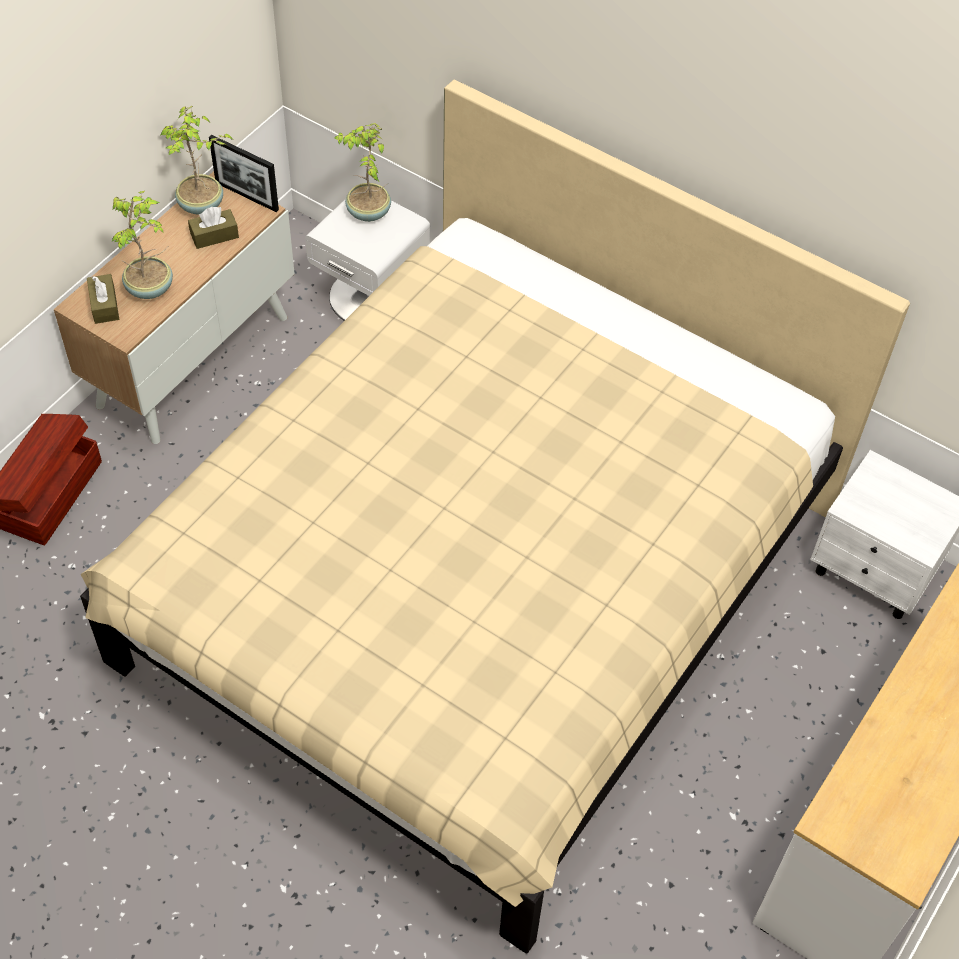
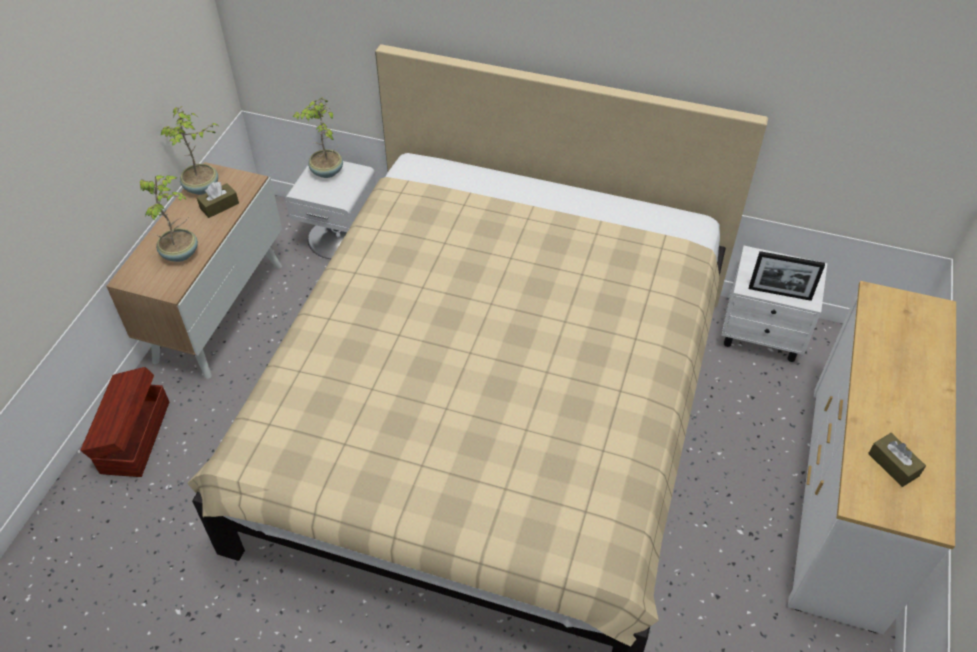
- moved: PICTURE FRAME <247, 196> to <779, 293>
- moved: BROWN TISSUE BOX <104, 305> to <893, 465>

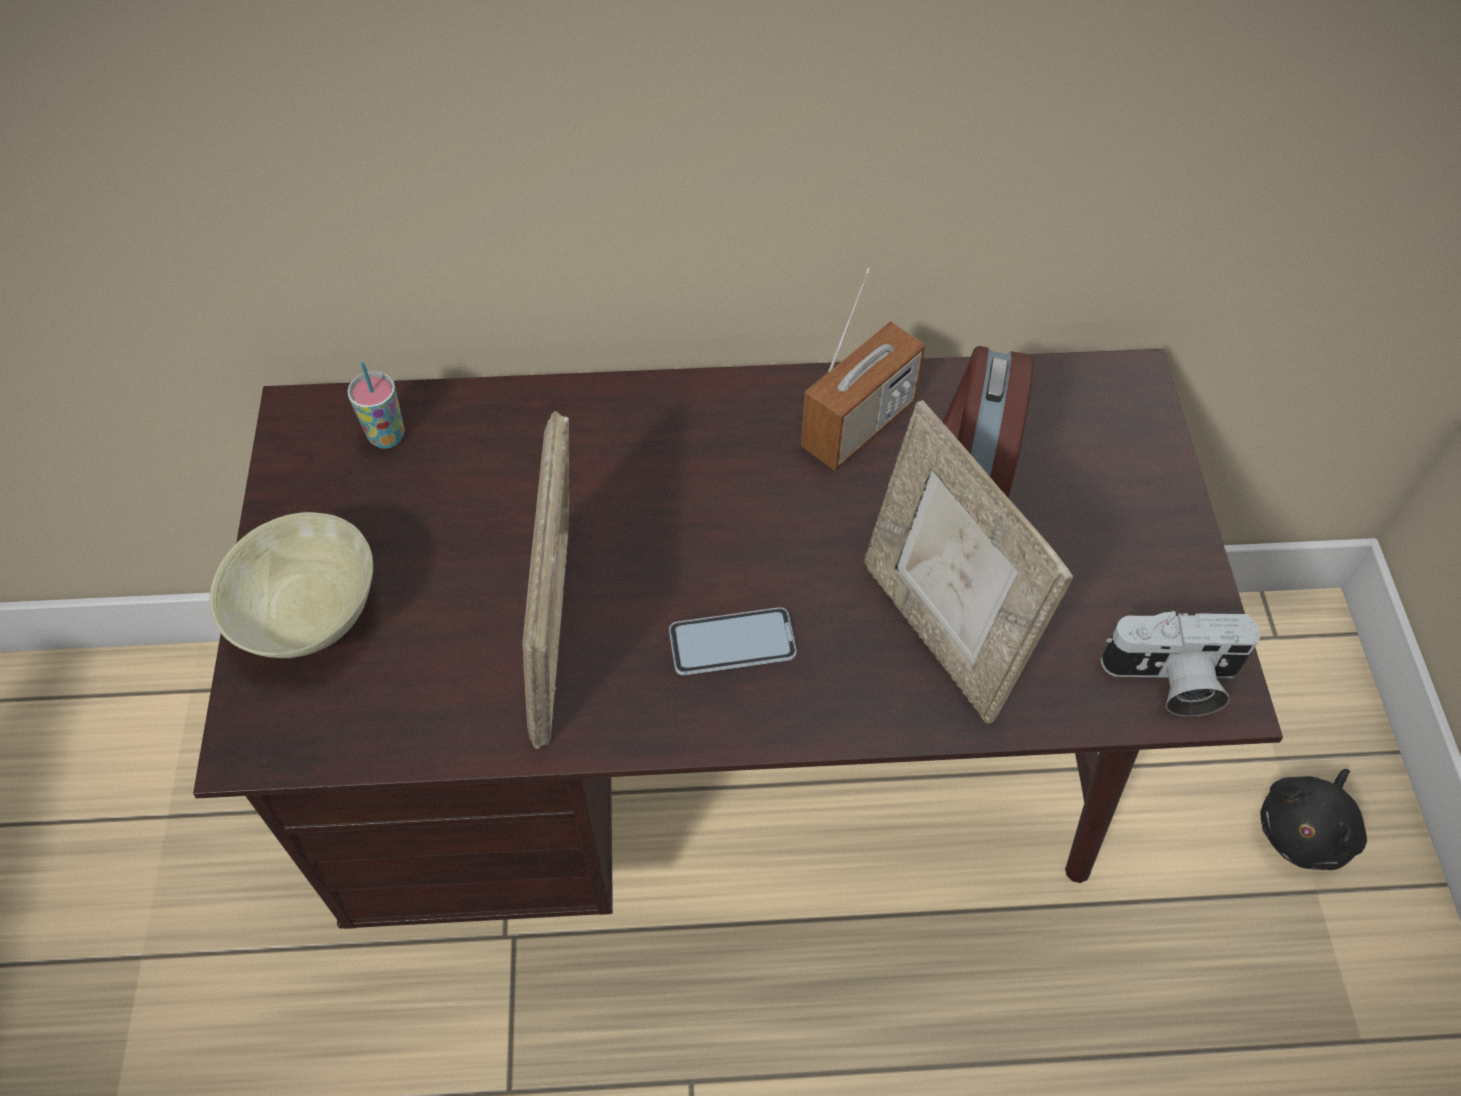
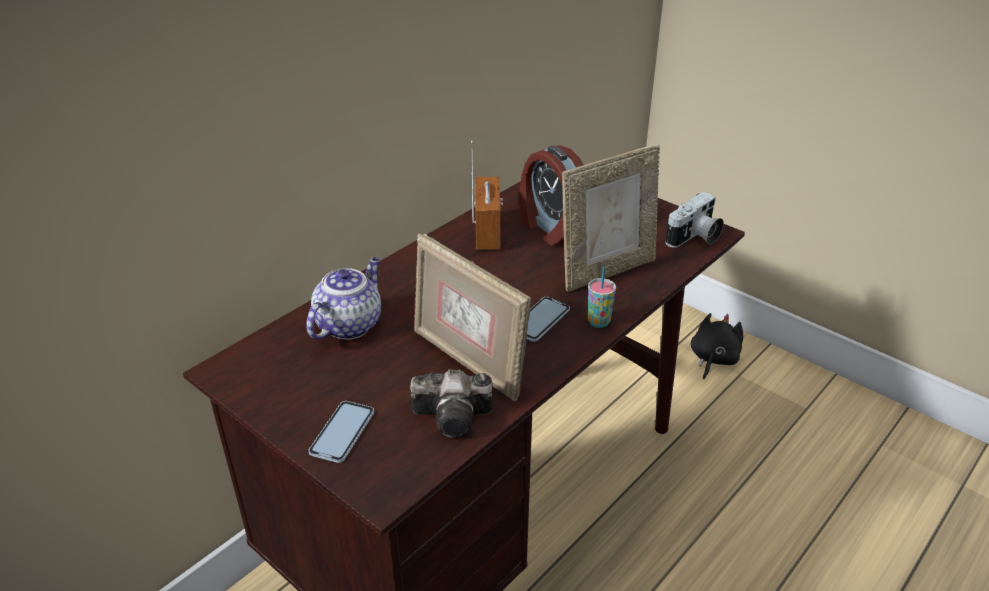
- added: TEAPOT <349, 324>
- replaced: BEIGE BOWL <309, 618> to PHONE <342, 432>
- added: PHOTO CAMERA <456, 417>
- turned: PICTURE FRAME <939, 633> = <607, 271> 45 degrees counterclockwise
- moved: CUP <387, 436> to <598, 322>
- turned: BLACK PLUSH TOY <1305, 830> = <713, 359> 150 degrees counterclockwise

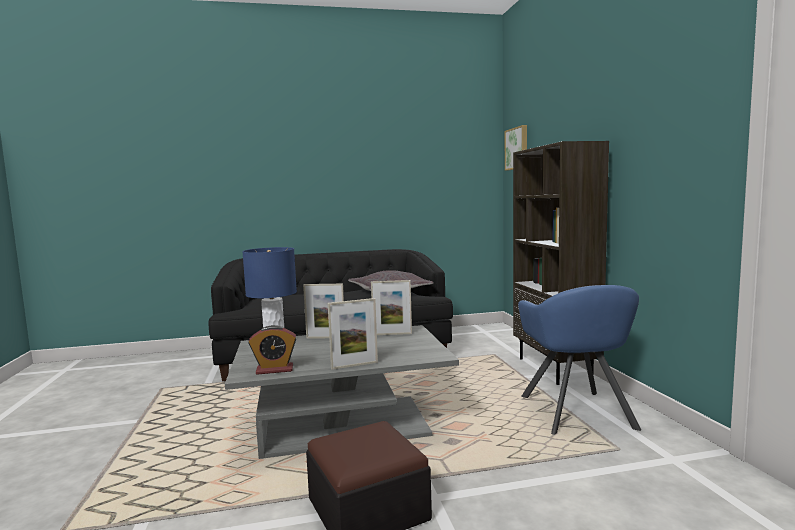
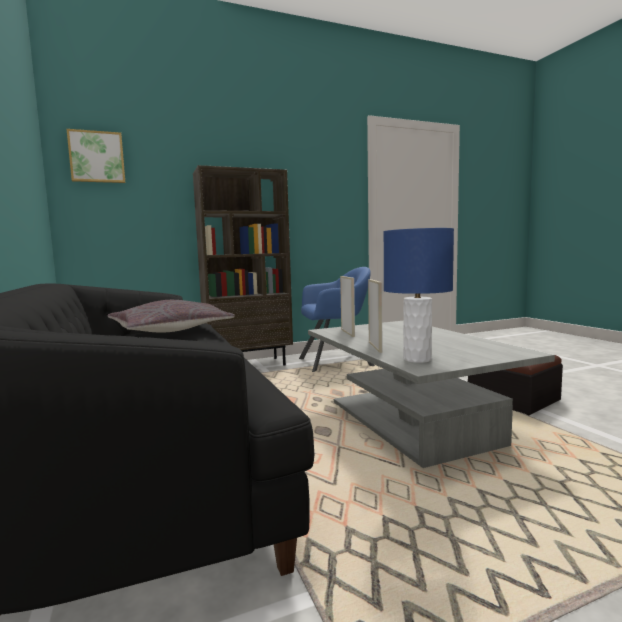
- removed: ALARM CLOCK <274, 370>
- removed: PICTURE FRAME <354, 365>

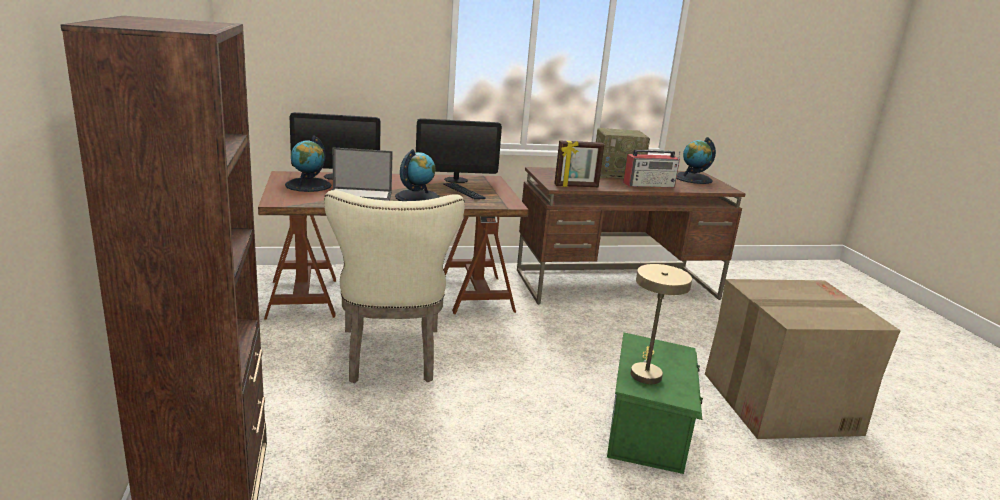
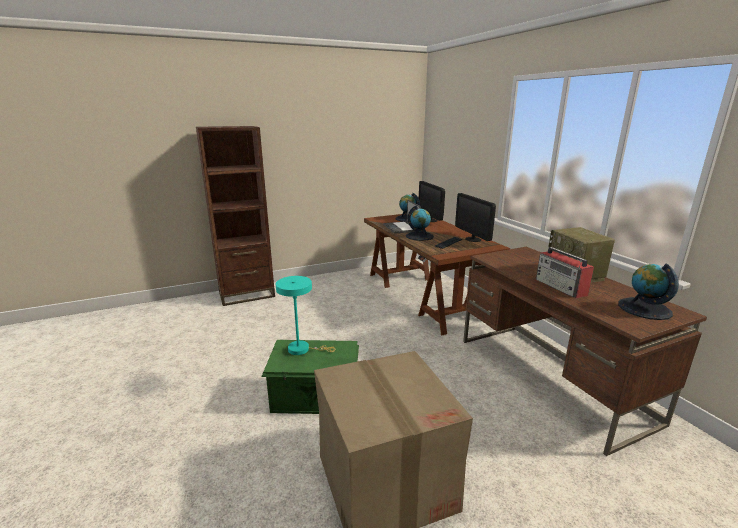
- recoloured: BEIGE TABLE LAMP <645, 372> to TURQUOISE TABLE LAMP <302, 349>
- removed: BEIGE CHAIR <391, 358>
- removed: PICTURE FRAME <576, 186>

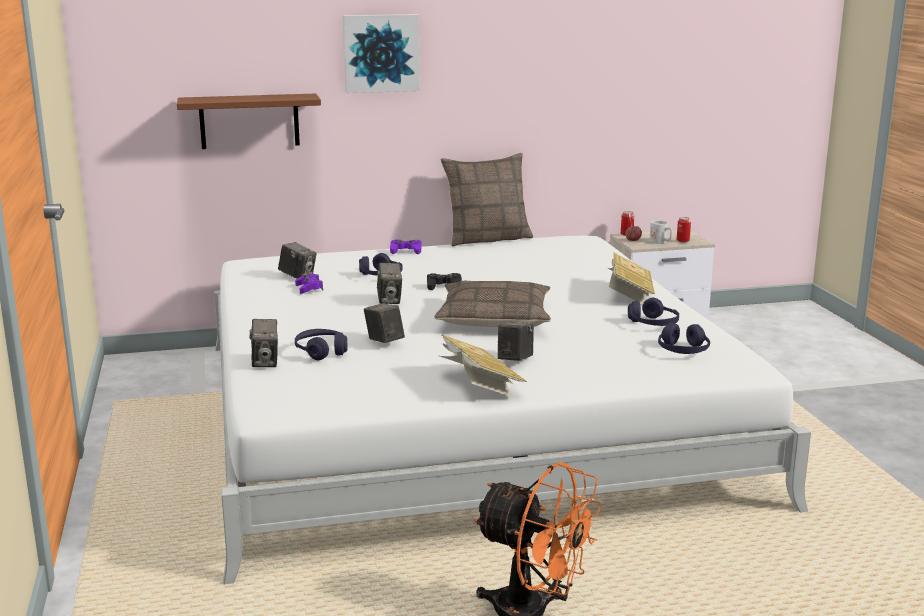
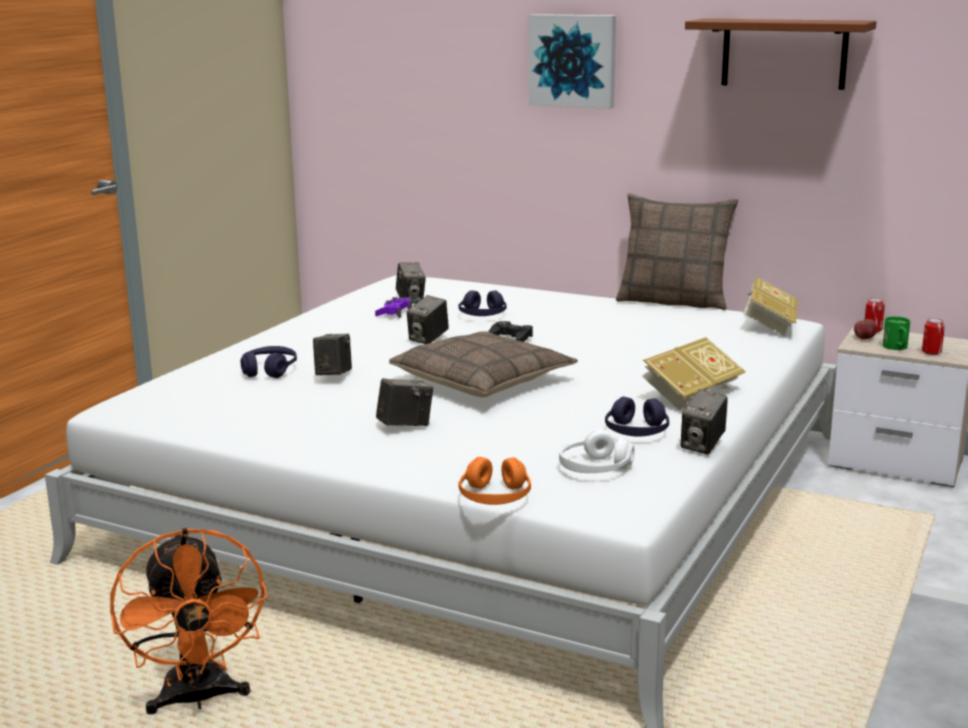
- added: ORANGE HEADPHONES <495, 497>
- recoloured: PURPLE HEADPHONES <683, 351> to WHITE HEADPHONES <595, 468>
- moved: PHOTO CAMERA <265, 362> to <702, 446>
- moved: BROWN SHELF <249, 121> to <784, 53>
- moved: BOOK <479, 385> to <769, 324>
- recoloured: WHITE MUG <661, 242> to GREEN MUG <897, 348>
- removed: PURPLE GAME CONTROLLER <406, 251>

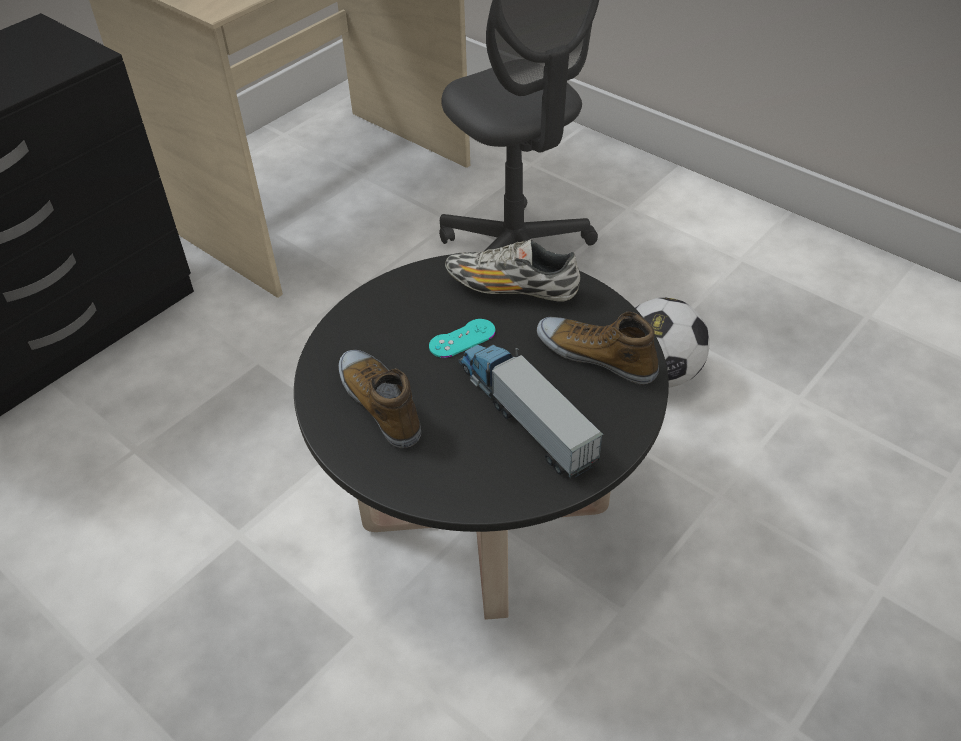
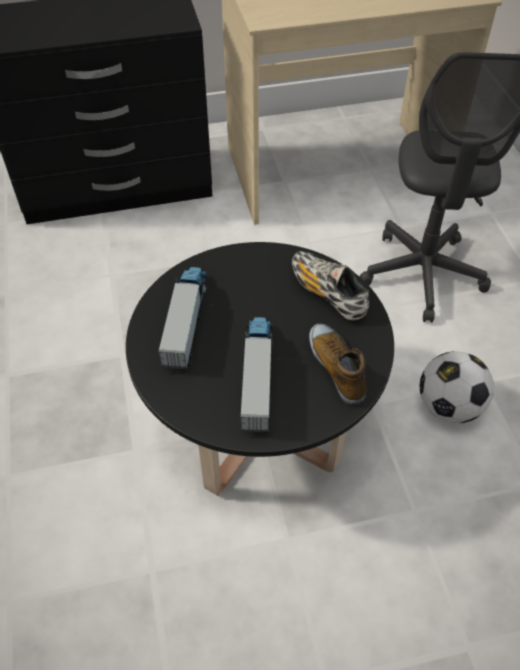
- replaced: SHOE <381, 403> to TOY TRUCK <186, 322>
- removed: TURQUOISE GAME CONTROLLER <462, 338>

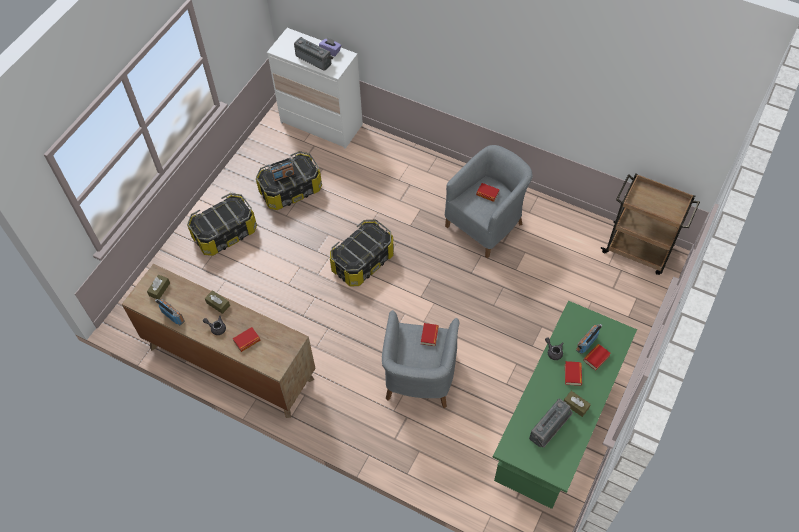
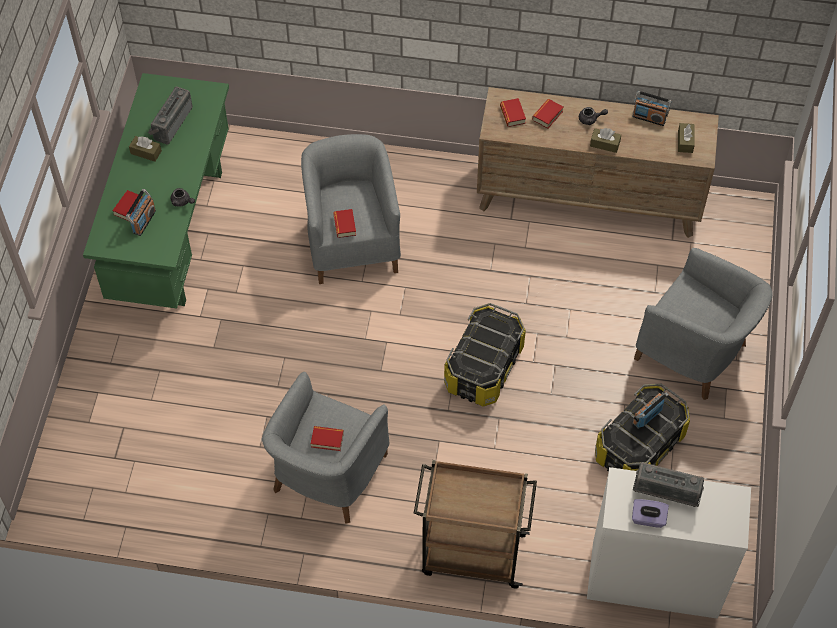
- moved: BROWN CART <639, 250> to <471, 554>
- moved: BOOK <572, 374> to <512, 114>
- replaced: STORAGE BOX <225, 233> to GREY ARMCHAIR <695, 354>

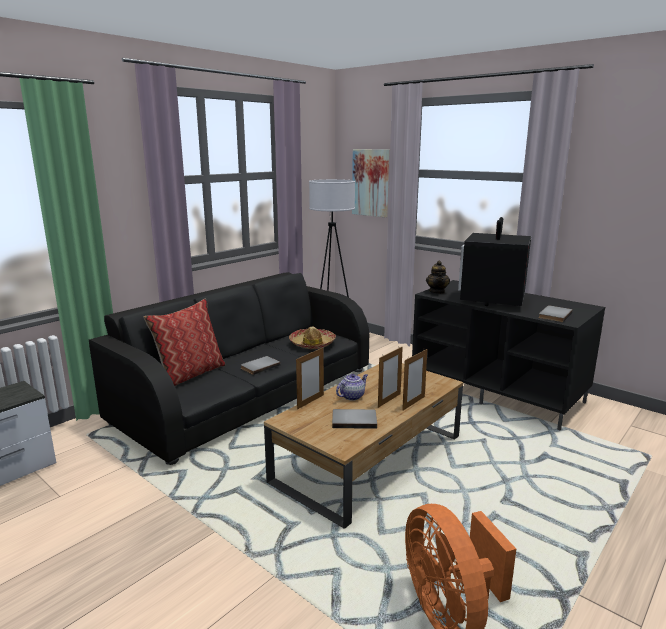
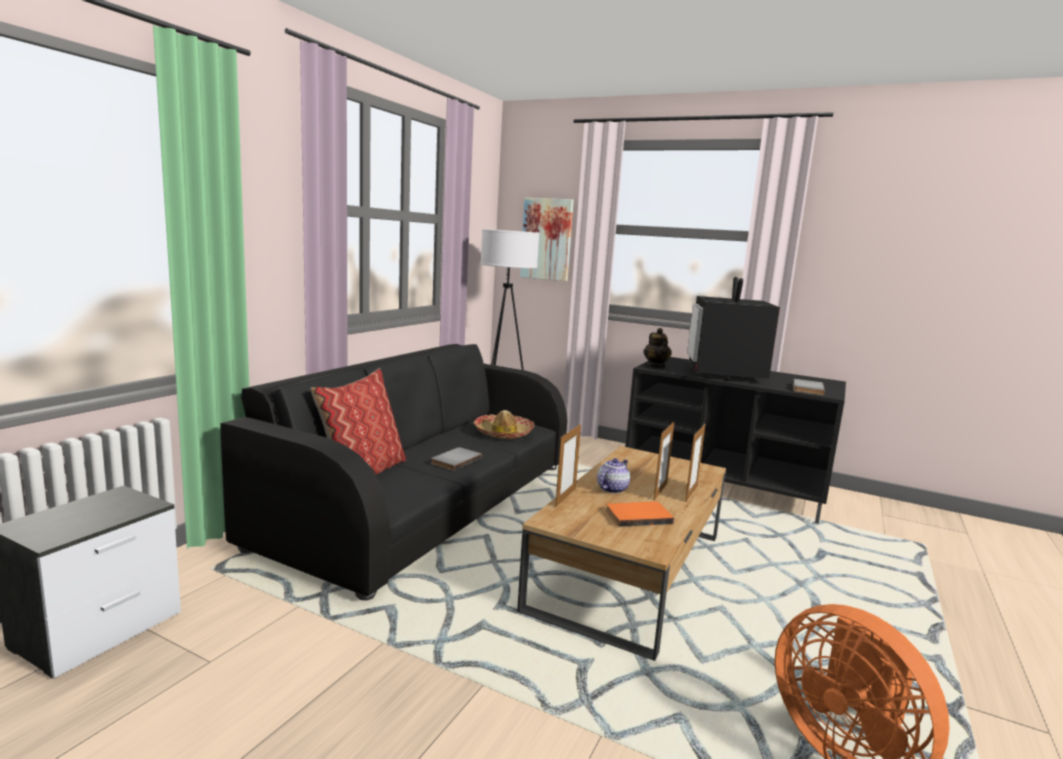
- recoloured: GREY BOOK <354, 420> to ORANGE BOOK <637, 516>

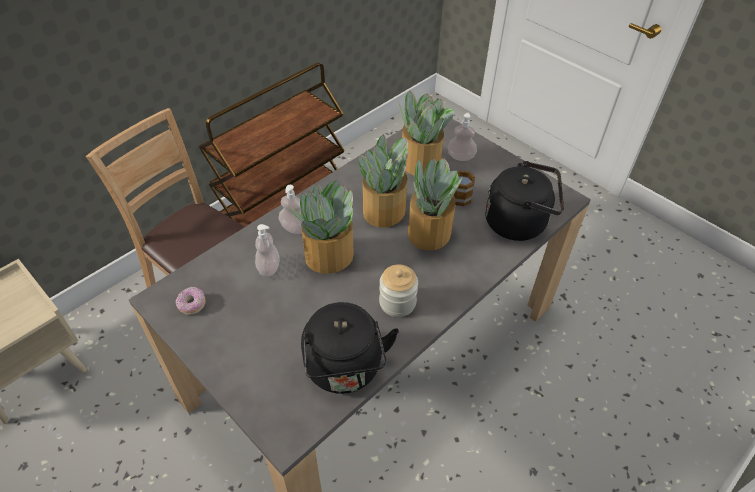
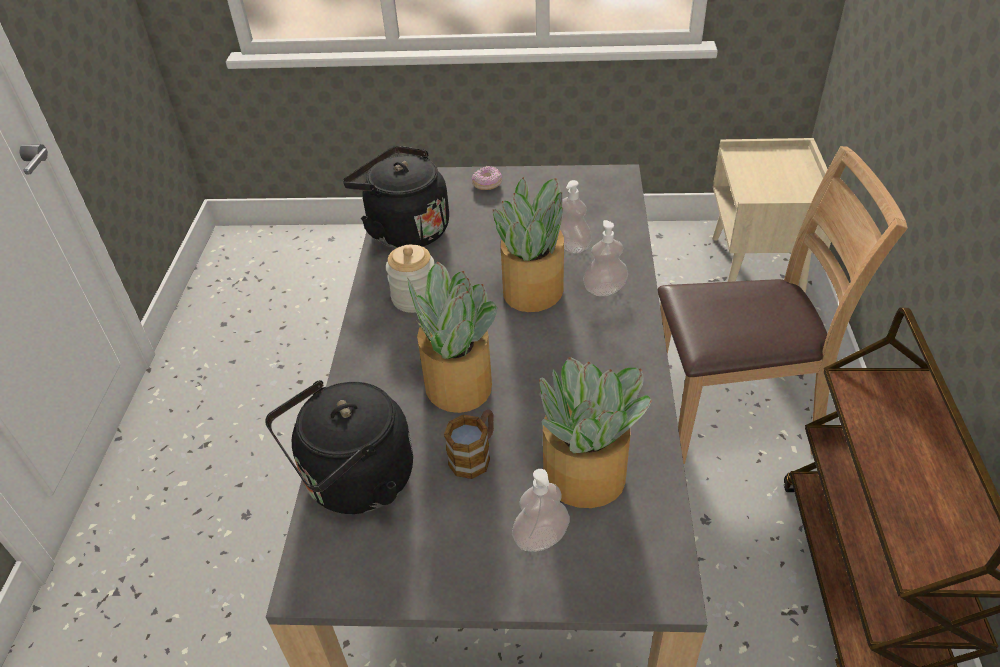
- moved: DONUT <192, 304> to <487, 185>
- removed: POTTED PLANT <385, 210>

